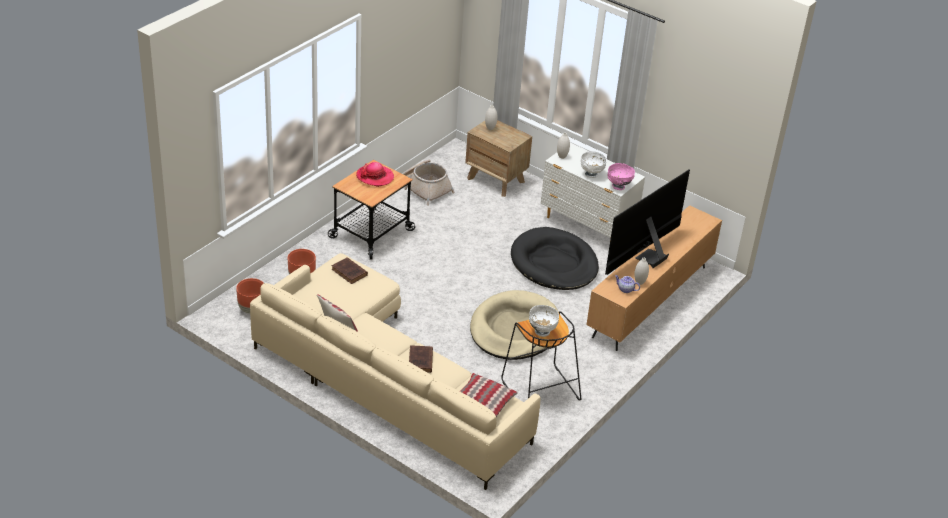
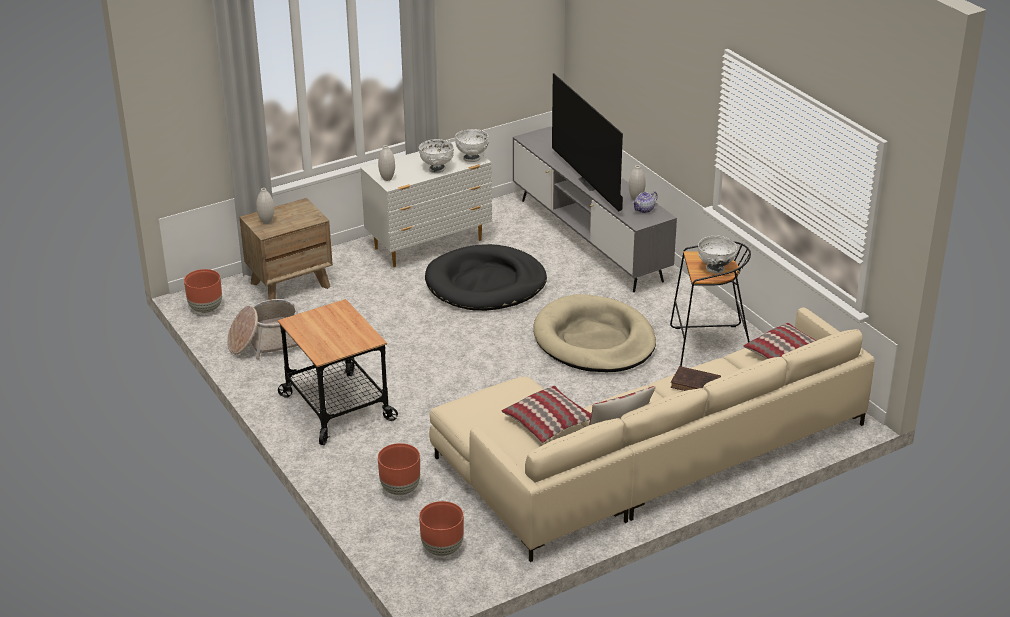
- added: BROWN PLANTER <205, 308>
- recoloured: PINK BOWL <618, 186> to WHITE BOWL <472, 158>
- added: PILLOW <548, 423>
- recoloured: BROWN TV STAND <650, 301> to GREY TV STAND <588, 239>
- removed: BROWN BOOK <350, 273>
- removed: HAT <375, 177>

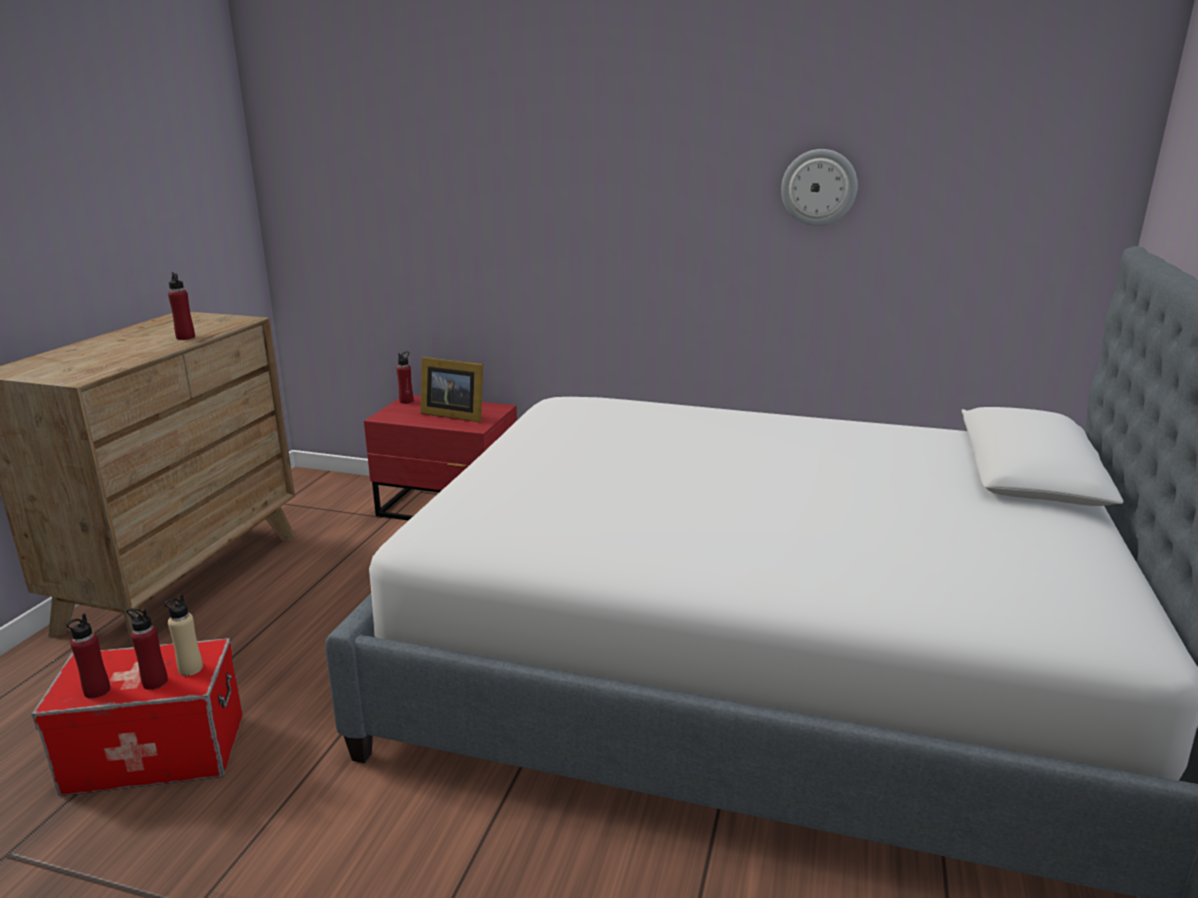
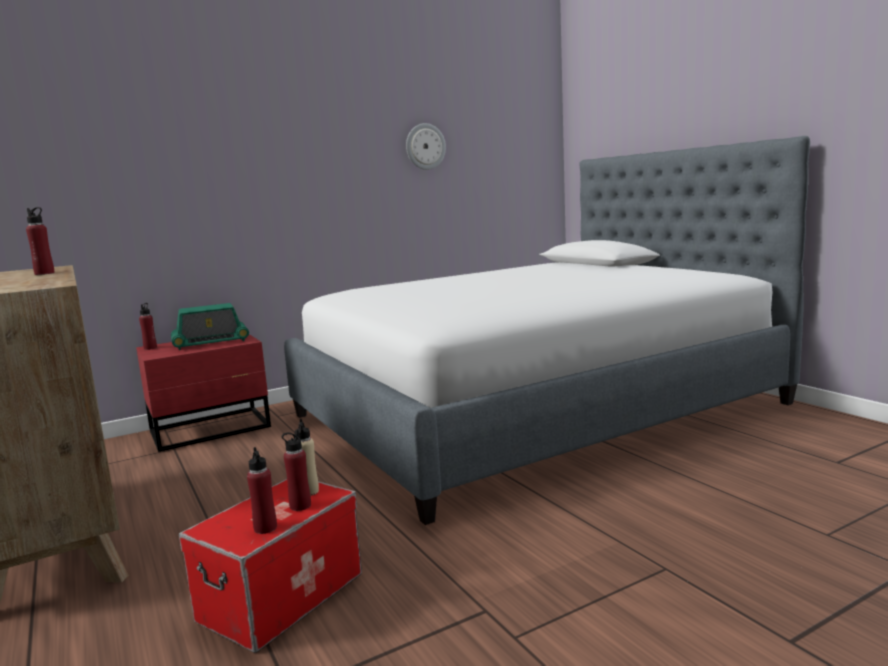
- replaced: PICTURE FRAME <453, 414> to RADIO <211, 342>

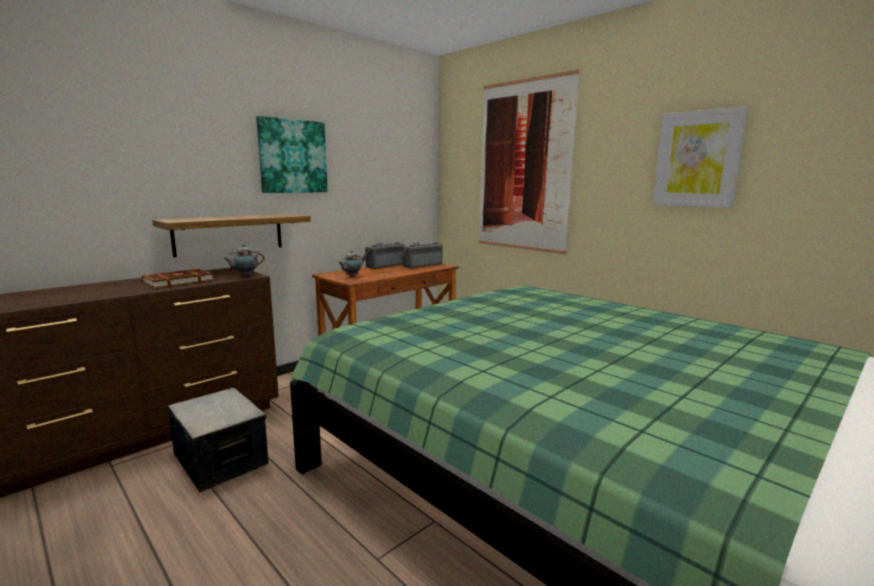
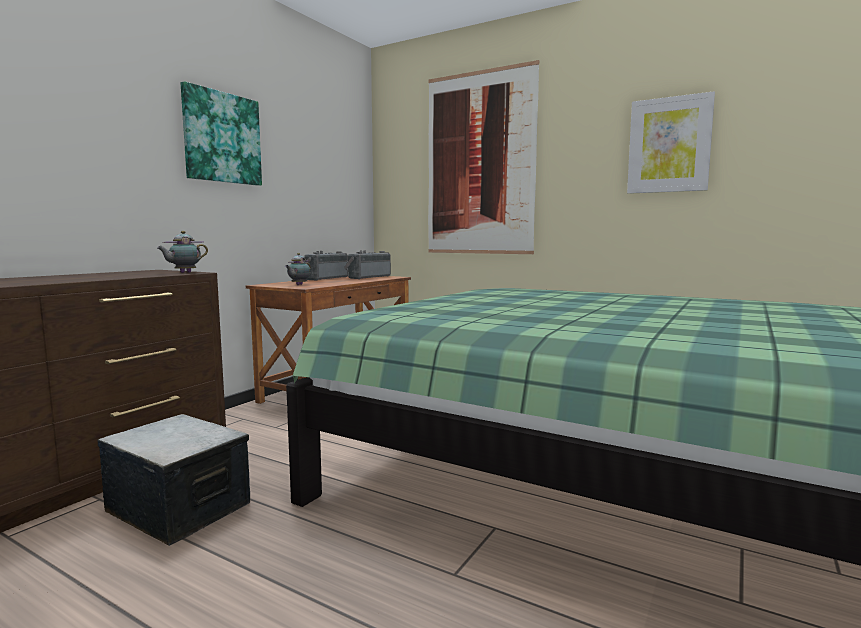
- removed: BROWN BOOK <177, 281>
- removed: SHELF <229, 234>

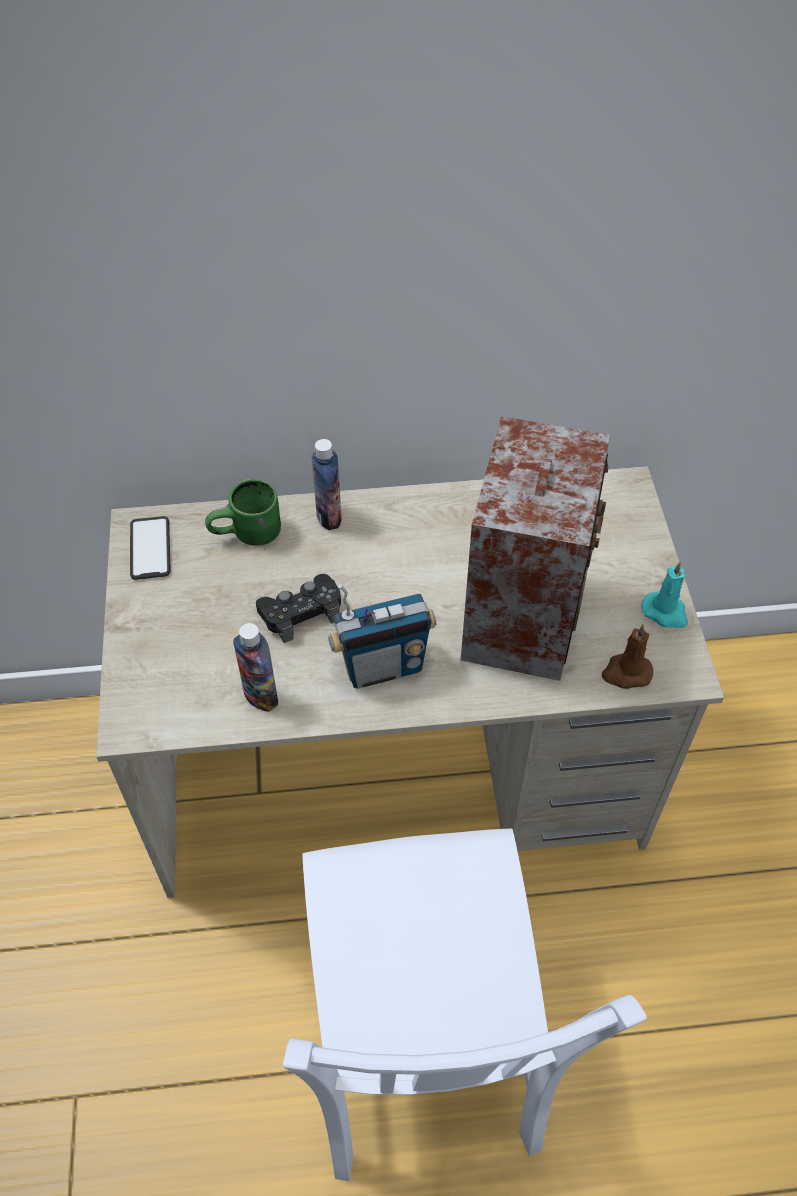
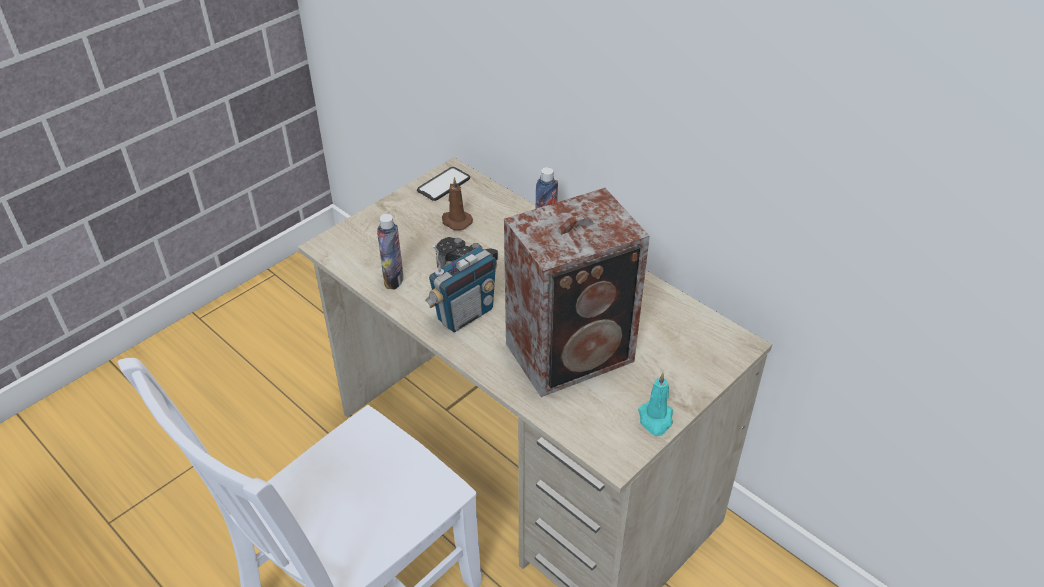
- turned: RADIO <382, 667> = <464, 314> 75 degrees counterclockwise
- moved: BROWN CANDLE <626, 673> to <455, 221>
- removed: GREEN MUG <249, 536>

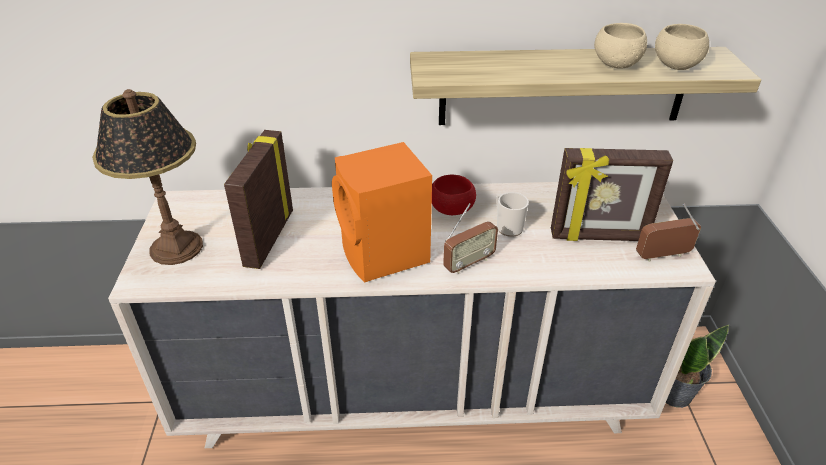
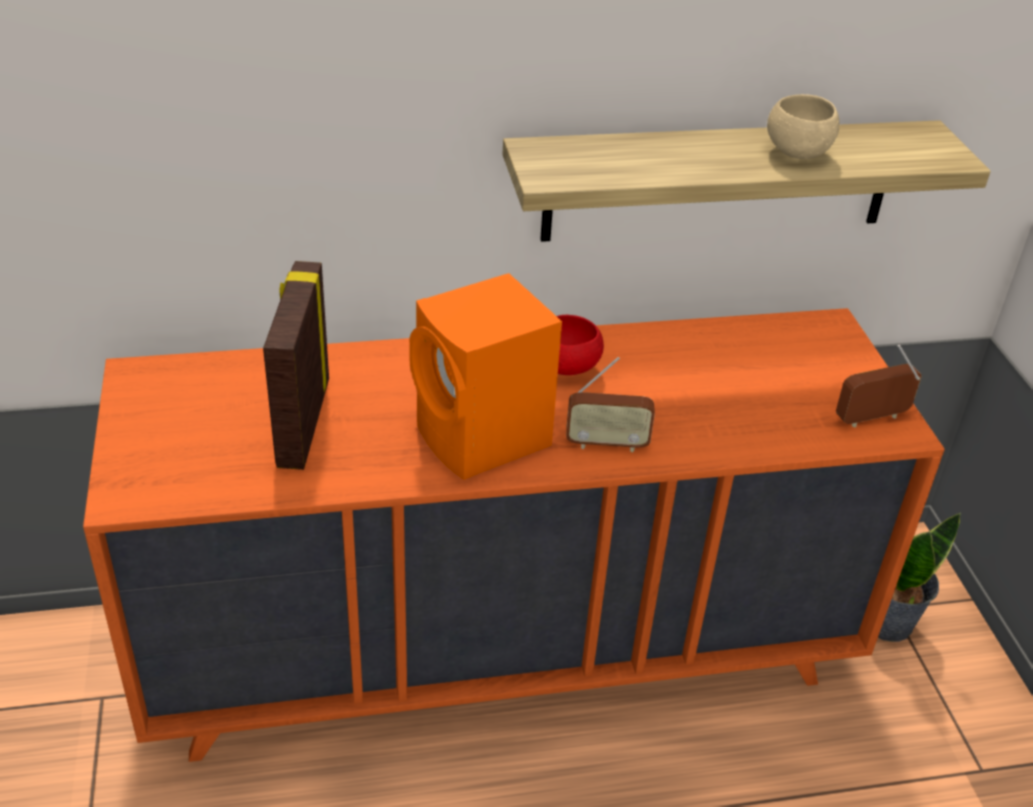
- recoloured: BEIGE DRESSER <414, 392> to ORANGE DRESSER <504, 650>
- turned: RADIO <469, 263> = <606, 444> 45 degrees clockwise
- removed: TABLE LAMP <175, 248>
- removed: MUG <507, 226>
- removed: PICTURE FRAME <599, 237>
- removed: BEIGE BOWL <676, 65>

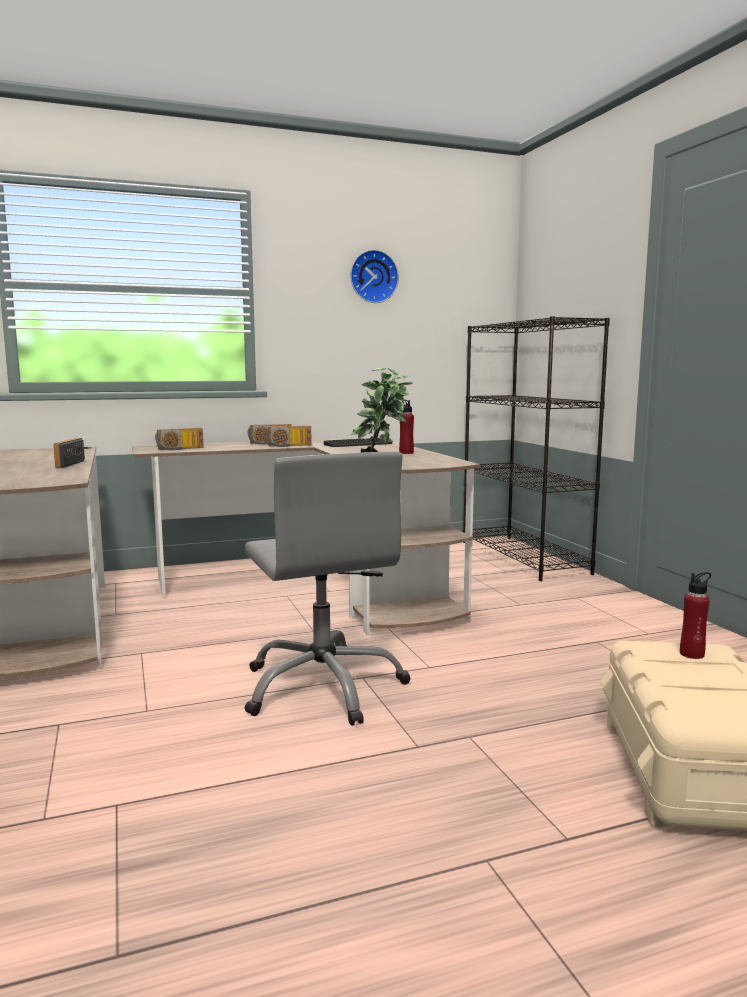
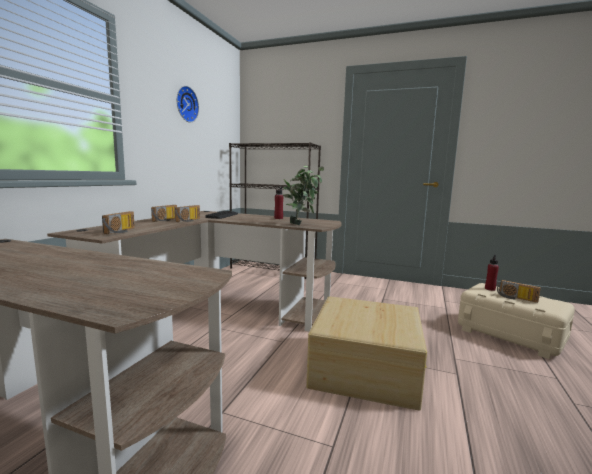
- replaced: GREY OFFICE CHAIR <323, 687> to BEIGE STORAGE BOX <364, 369>
- moved: RADIO <65, 464> to <516, 298>

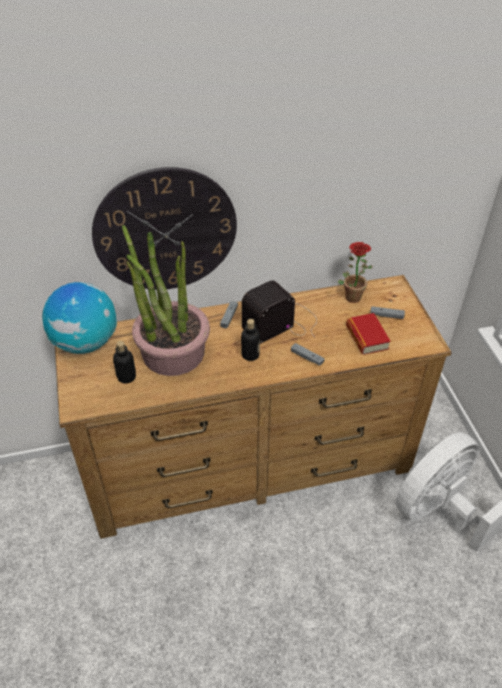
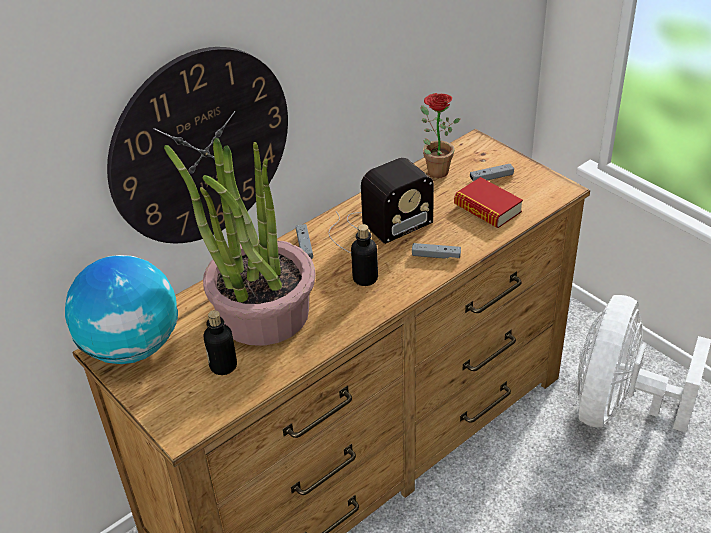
- turned: RADIO <282, 323> = <376, 228> 150 degrees counterclockwise

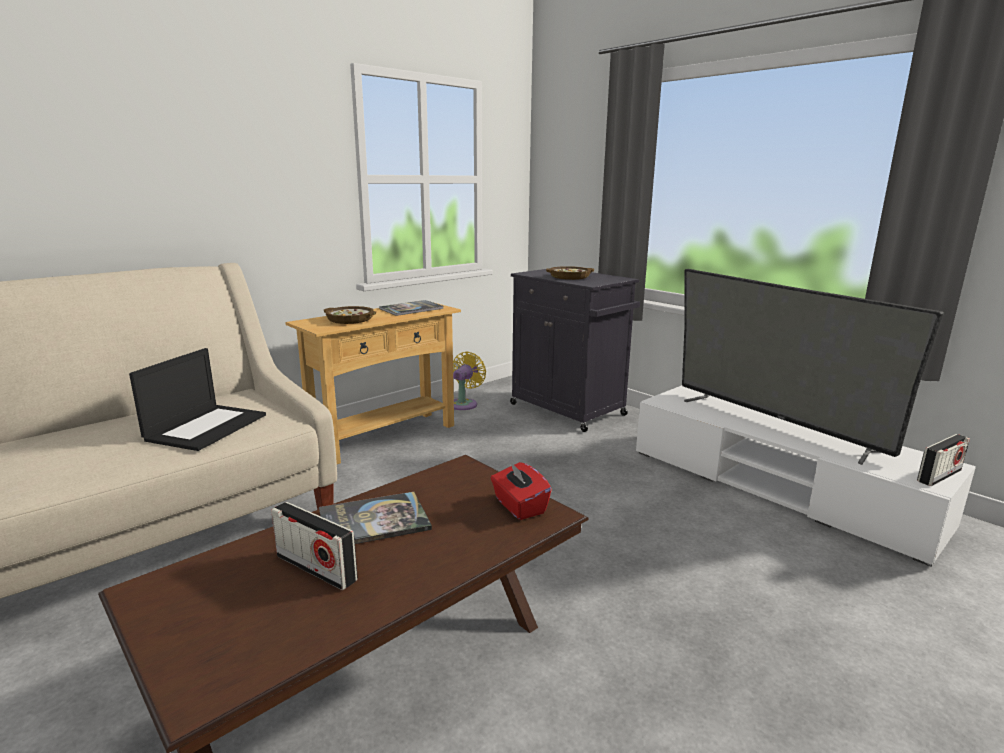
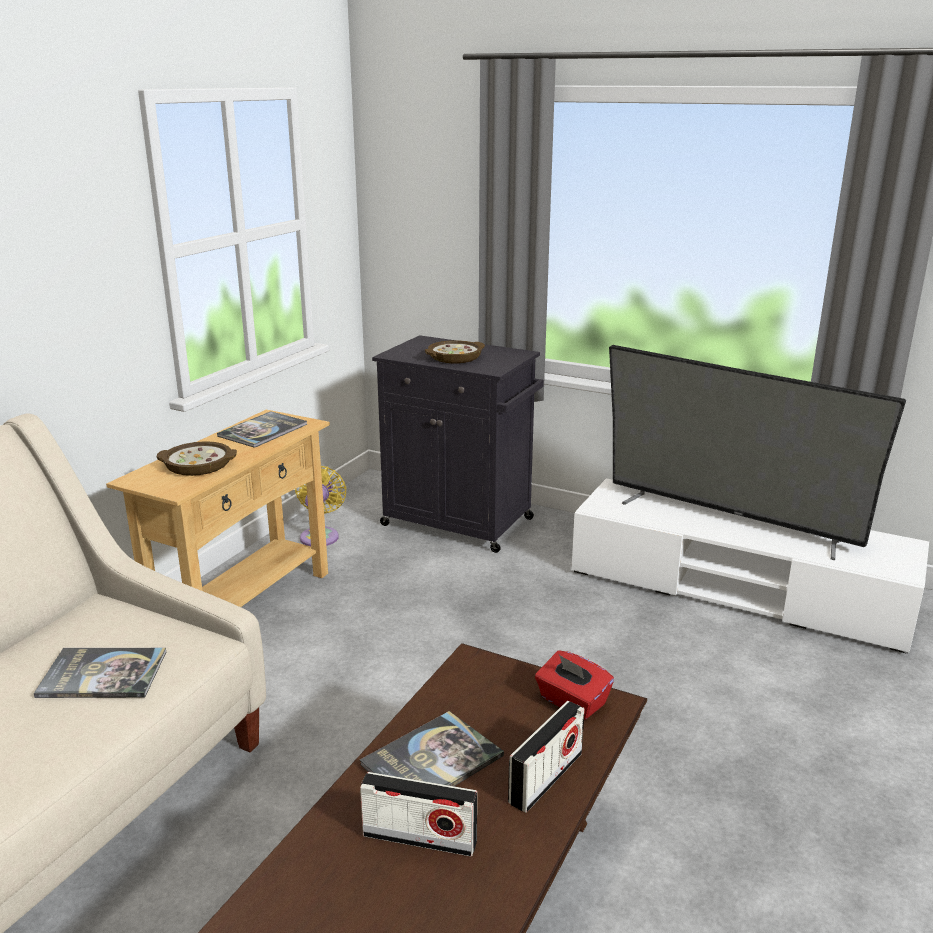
- replaced: LAPTOP <206, 427> to BOOK <103, 674>
- moved: RADIO <939, 476> to <546, 778>

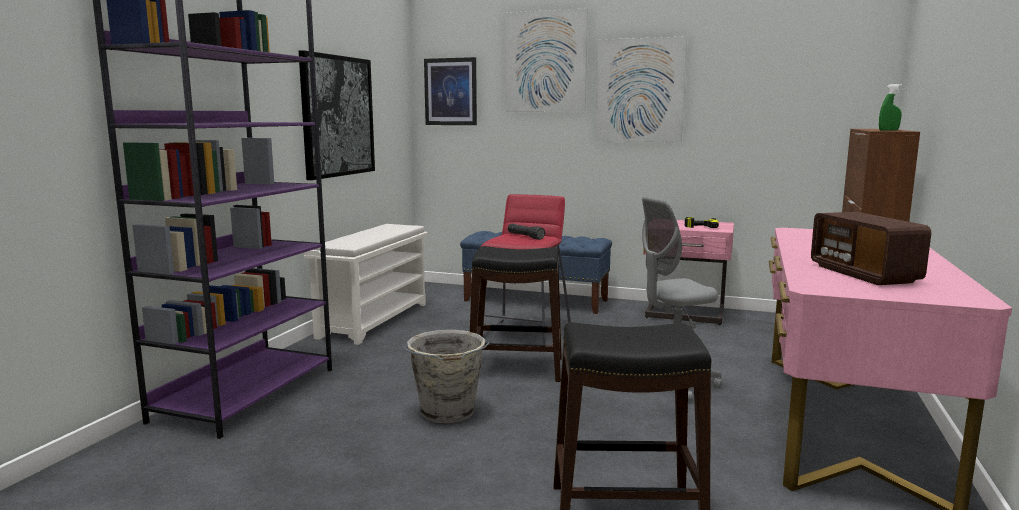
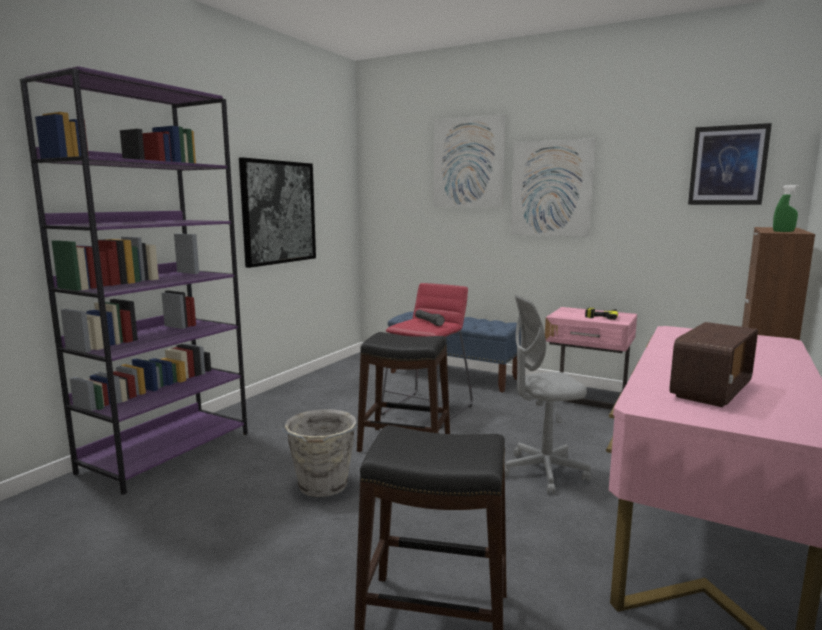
- turned: RADIO <863, 274> = <711, 390> 135 degrees counterclockwise
- moved: PICTURE <450, 92> to <728, 165>
- removed: WHITE SHOE RACK <374, 320>

